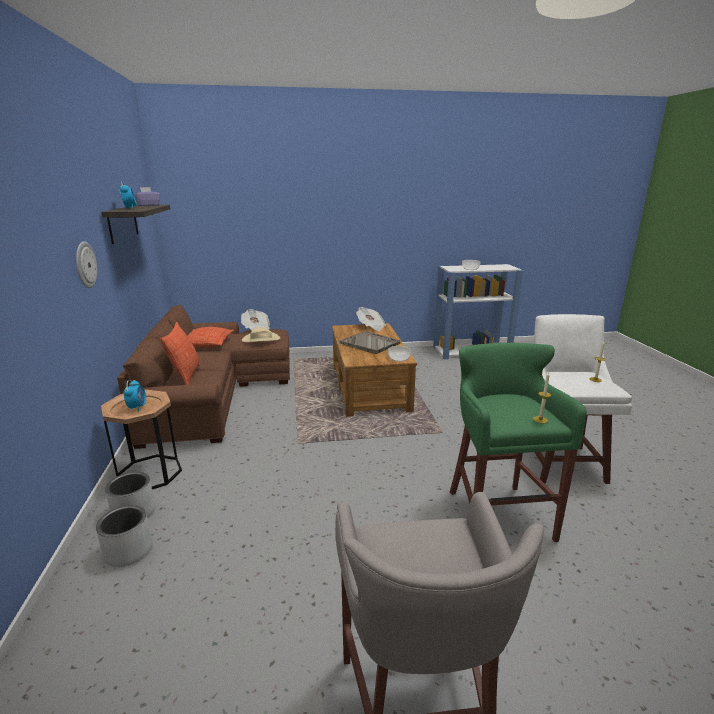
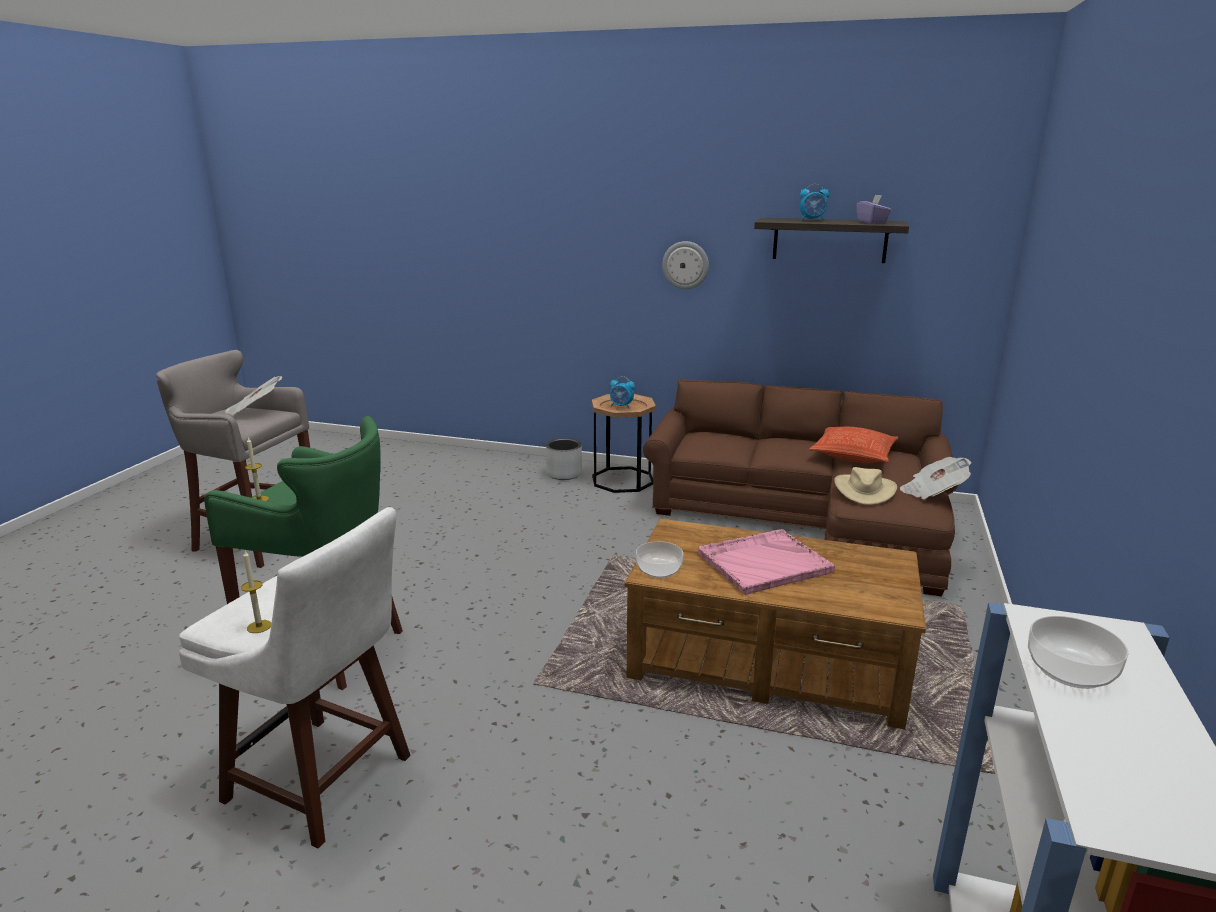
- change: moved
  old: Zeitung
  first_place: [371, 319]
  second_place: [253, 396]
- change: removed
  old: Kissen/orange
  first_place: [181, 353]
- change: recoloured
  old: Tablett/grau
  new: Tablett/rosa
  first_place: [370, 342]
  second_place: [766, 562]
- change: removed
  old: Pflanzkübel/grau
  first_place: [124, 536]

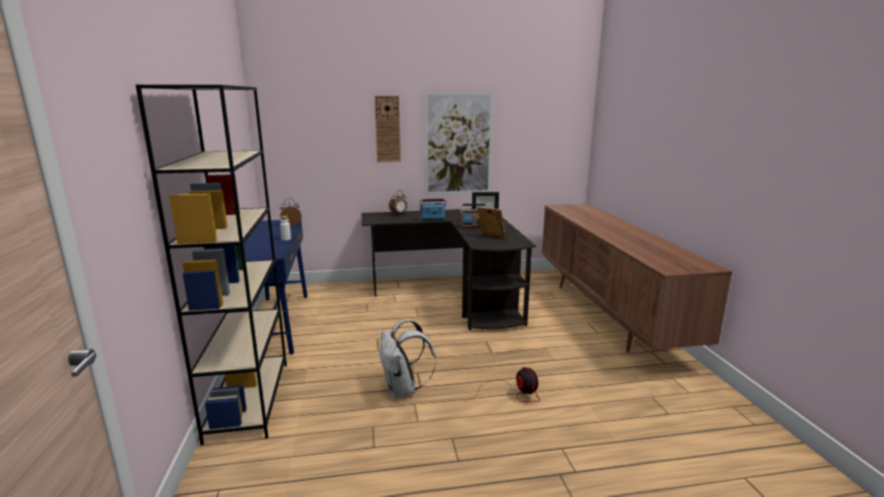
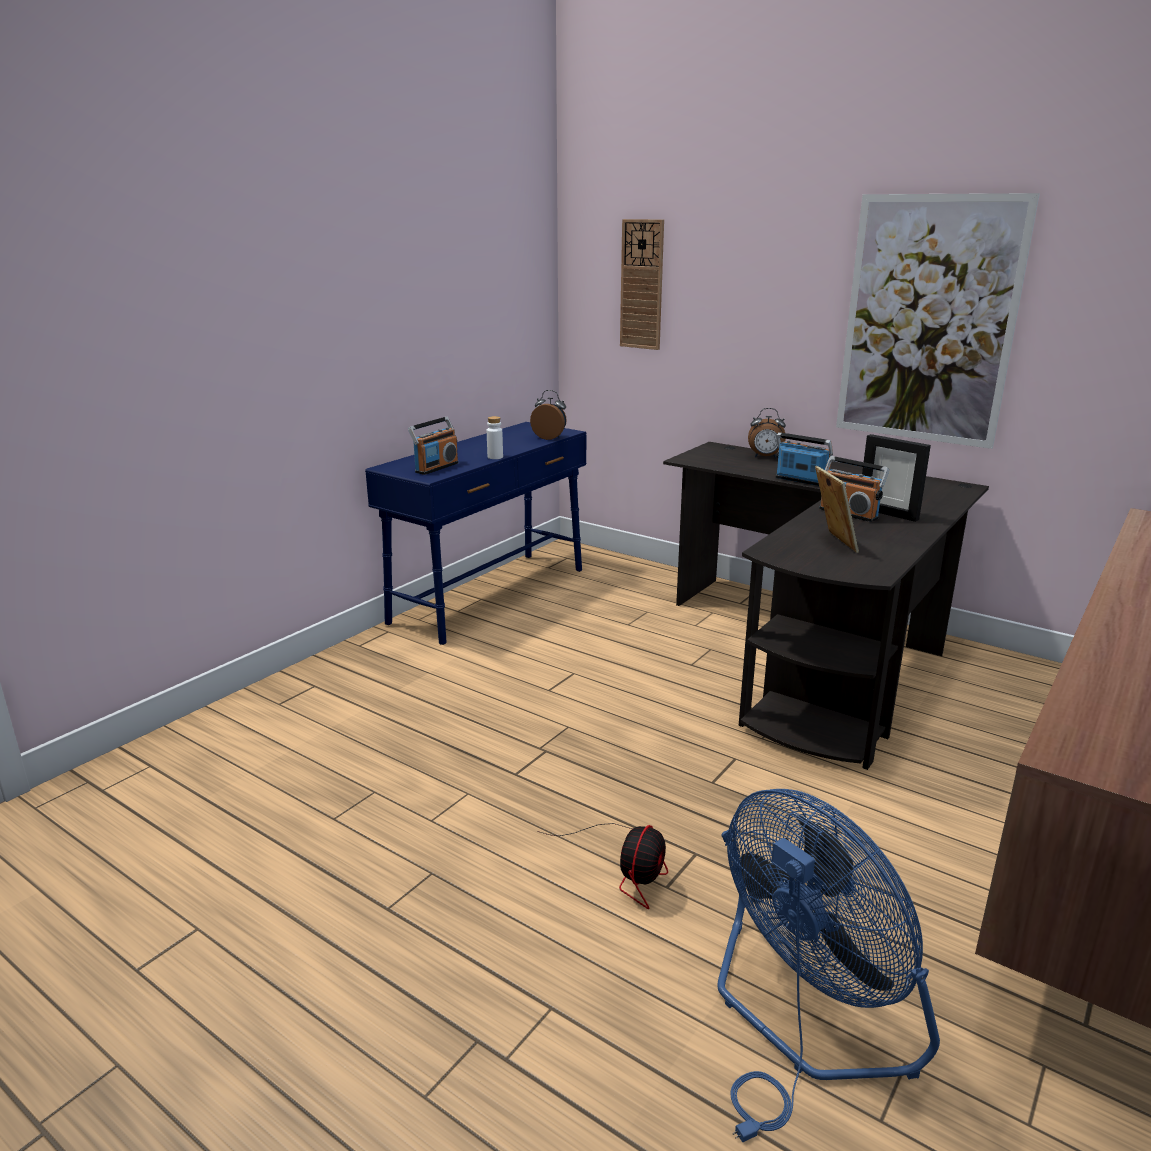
- change: removed
  old: Bücherregal/beige
  first_place: [211, 265]
- change: moved
  old: Wanduhr
  first_place: [388, 129]
  second_place: [642, 284]
- change: removed
  old: Rucksack/weiß
  first_place: [407, 358]
- change: added
  new: Radio
  second_place: [433, 446]
- change: added
  new: Ventilator/blau
  second_place: [828, 965]

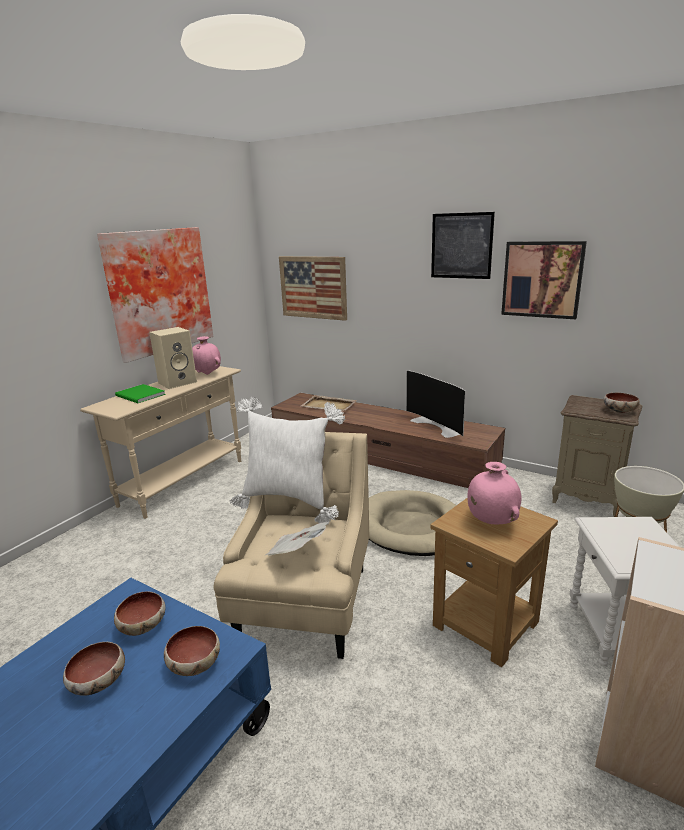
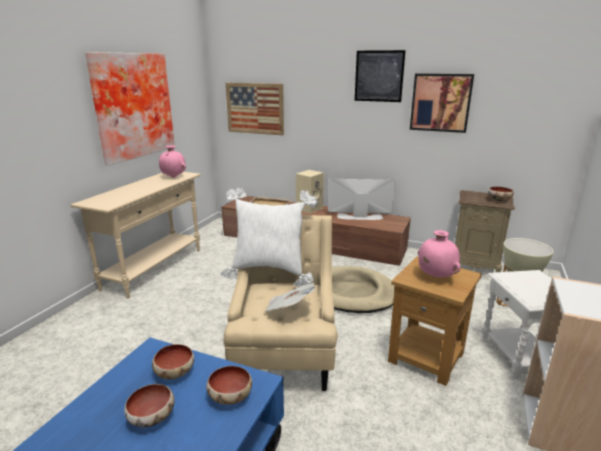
- change: moved
  old: Lautsprecher/beige
  first_place: [173, 358]
  second_place: [310, 191]
- change: turned
  old: Fernseher
  first_place: [436, 404]
  second_place: [361, 199]
  degrees: 135
- change: removed
  old: Buch/grün
  first_place: [140, 393]

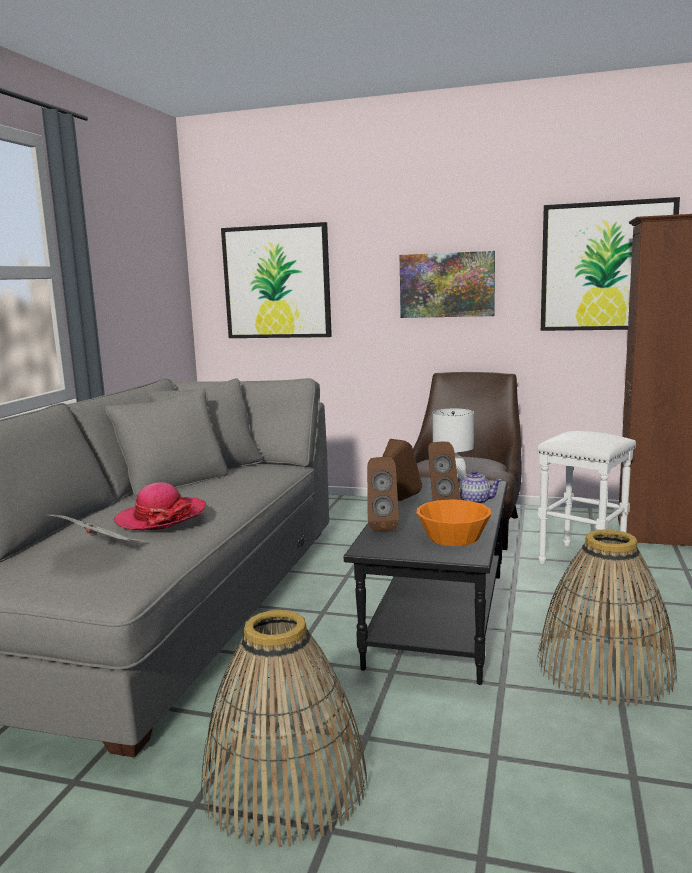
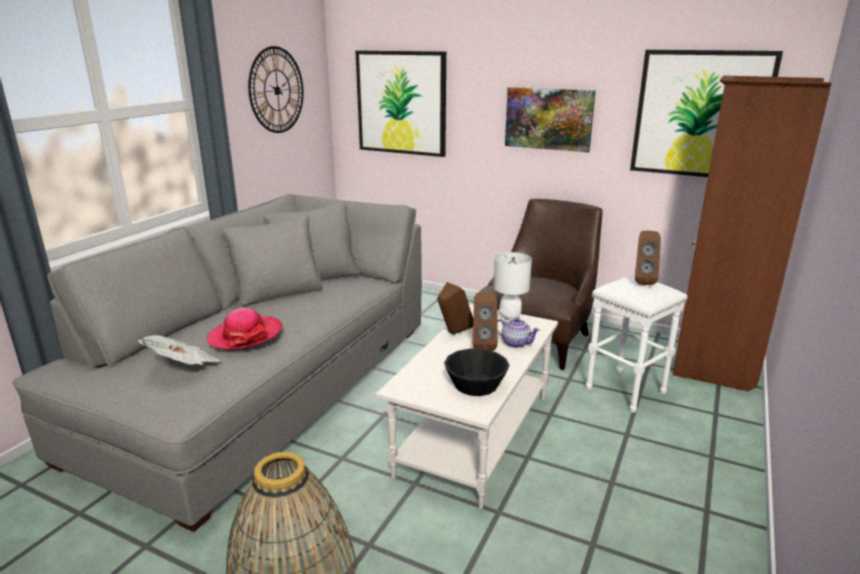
- change: moved
  old: Lautsprecher/braun
  first_place: [383, 494]
  second_place: [648, 258]
- change: recoloured
  old: Couchtisch/schwarz
  new: Couchtisch/weiß
  first_place: [426, 581]
  second_place: [467, 406]
- change: recoloured
  old: Schüssel/orange
  new: Schüssel/schwarz
  first_place: [454, 522]
  second_place: [477, 372]
- change: removed
  old: Korb
  first_place: [607, 617]
- change: added
  new: Wanduhr
  second_place: [276, 89]

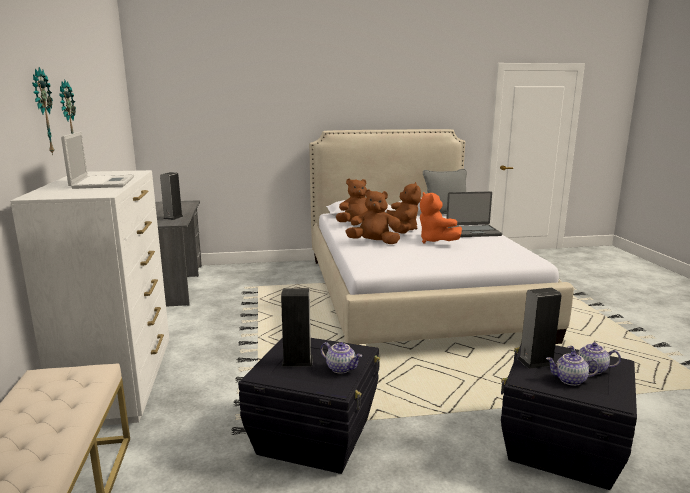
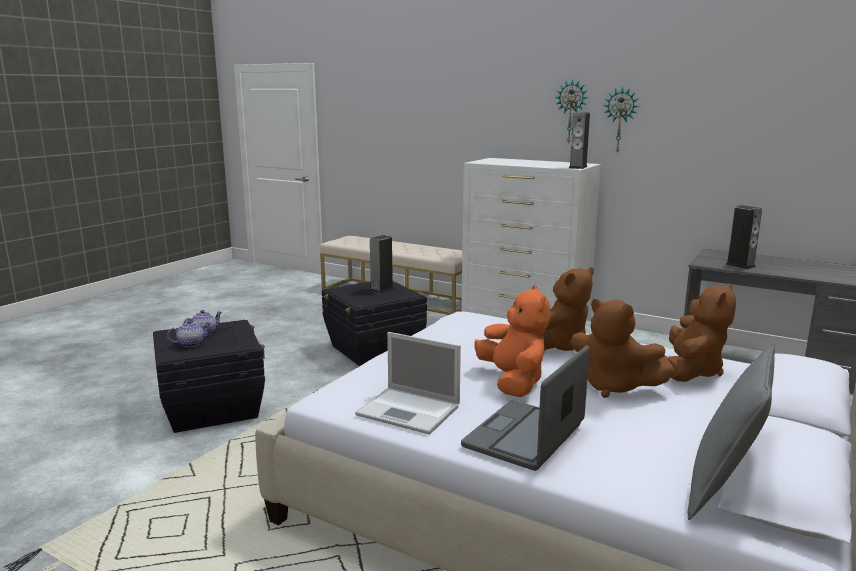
- change: moved
  old: Laptop
  first_place: [97, 160]
  second_place: [408, 383]
- change: turned
  old: Plüschtier/orange
  first_place: [441, 217]
  second_place: [512, 341]
  degrees: 60
- change: moved
  old: Lautsprecher
  first_place: [539, 328]
  second_place: [579, 140]
- change: removed
  old: Teekanne
  first_place: [341, 358]

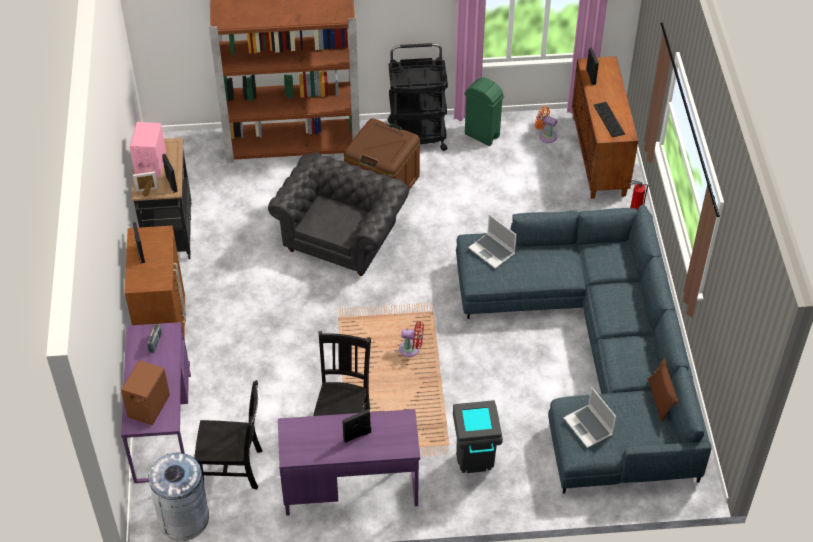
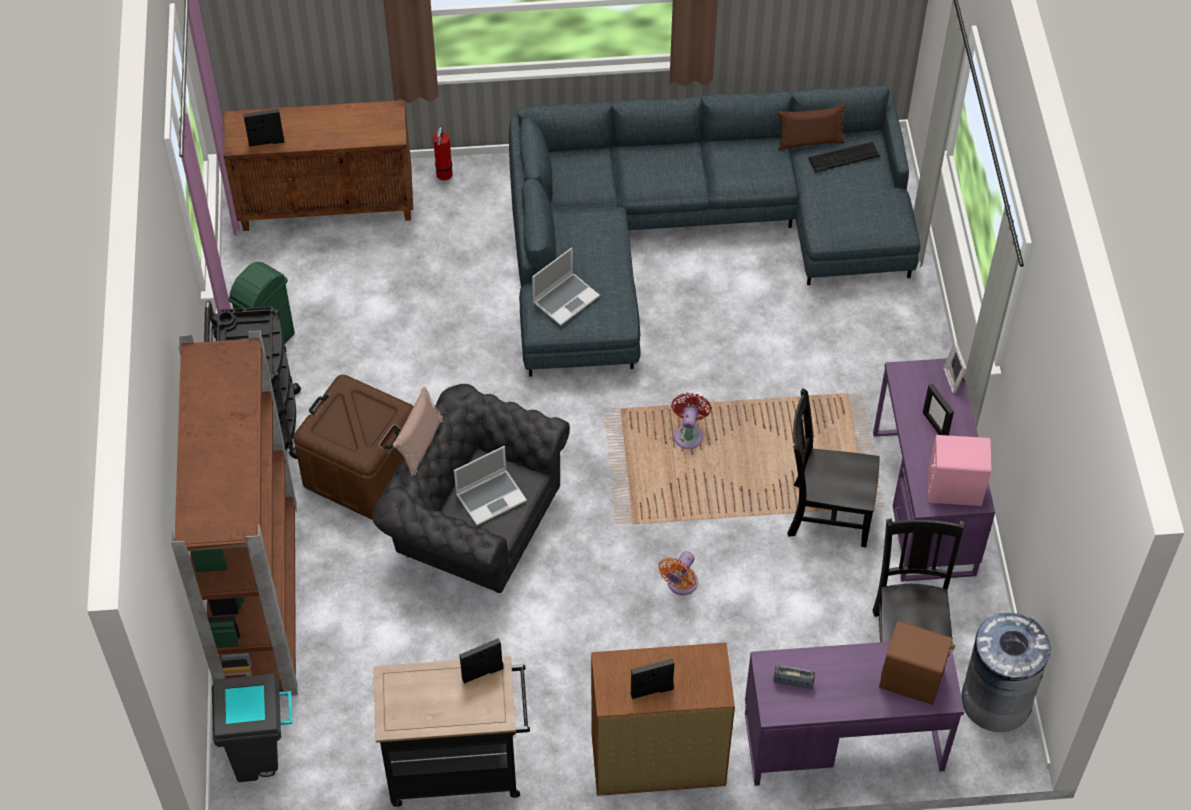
- change: moved
  old: Tastatur
  first_place: [609, 119]
  second_place: [844, 157]
- change: moved
  old: Ventilator/orange
  first_place: [546, 124]
  second_place: [678, 573]
- change: moved
  old: Lautsprecher/rosa
  first_place: [148, 149]
  second_place: [959, 470]
- change: moved
  old: Bilderrahmen
  first_place: [145, 184]
  second_place: [955, 368]
- change: moved
  old: Laptop
  first_place: [590, 417]
  second_place: [490, 486]
- change: moved
  old: Mülleimer/grau
  first_place: [478, 436]
  second_place: [252, 727]
- change: added
  new: Kissen/beige
  second_place: [418, 431]

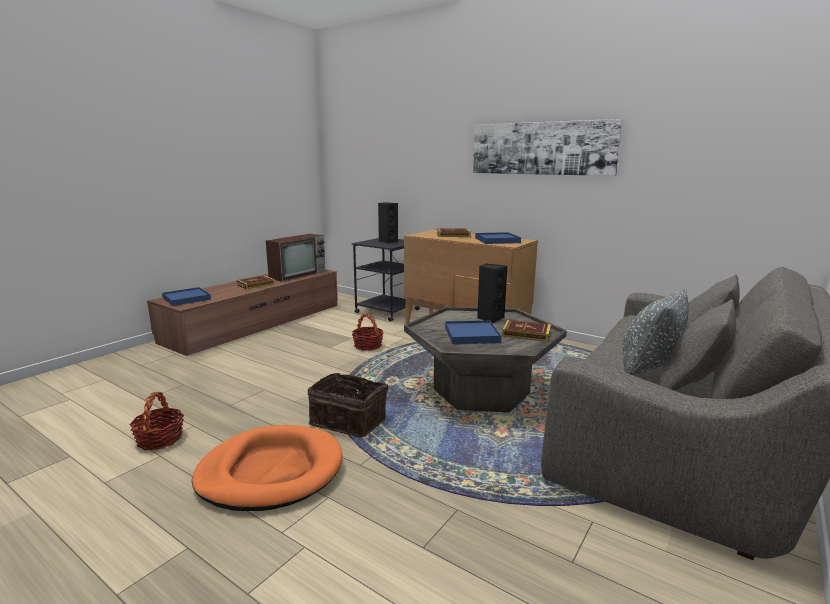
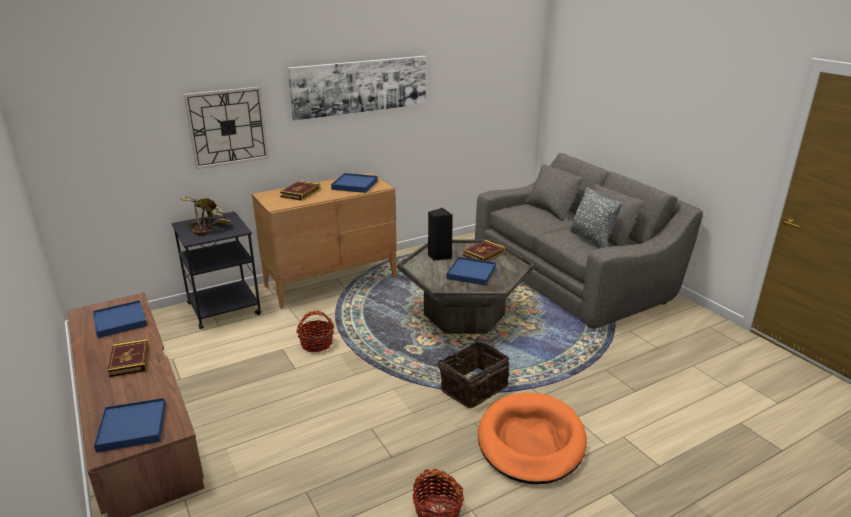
- change: replaced
  old: Lautsprecher/schwarz
  new: Topfpflanze
  first_place: [388, 222]
  second_place: [206, 215]
- change: replaced
  old: Fernseher
  new: Tablett/blau
  first_place: [295, 258]
  second_place: [120, 319]
- change: added
  new: Wanduhr
  second_place: [226, 128]

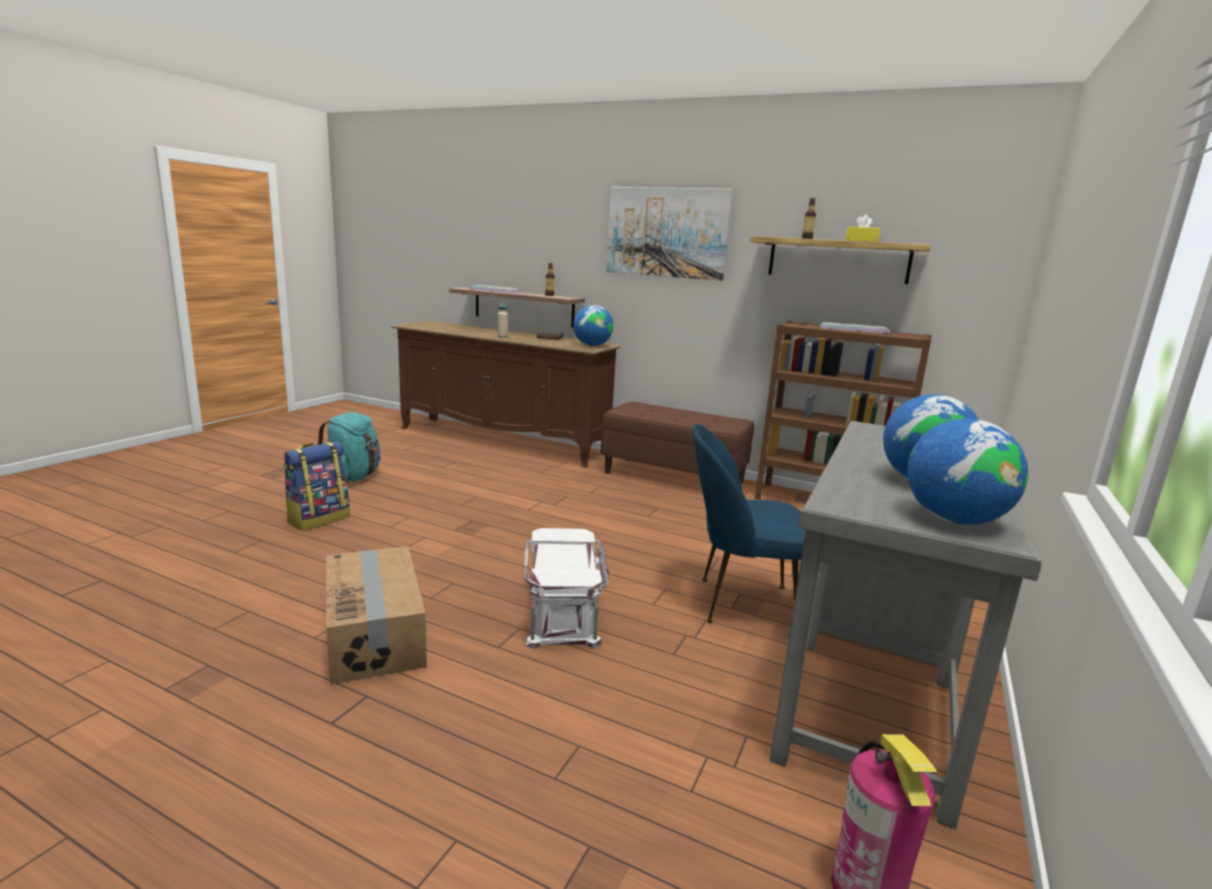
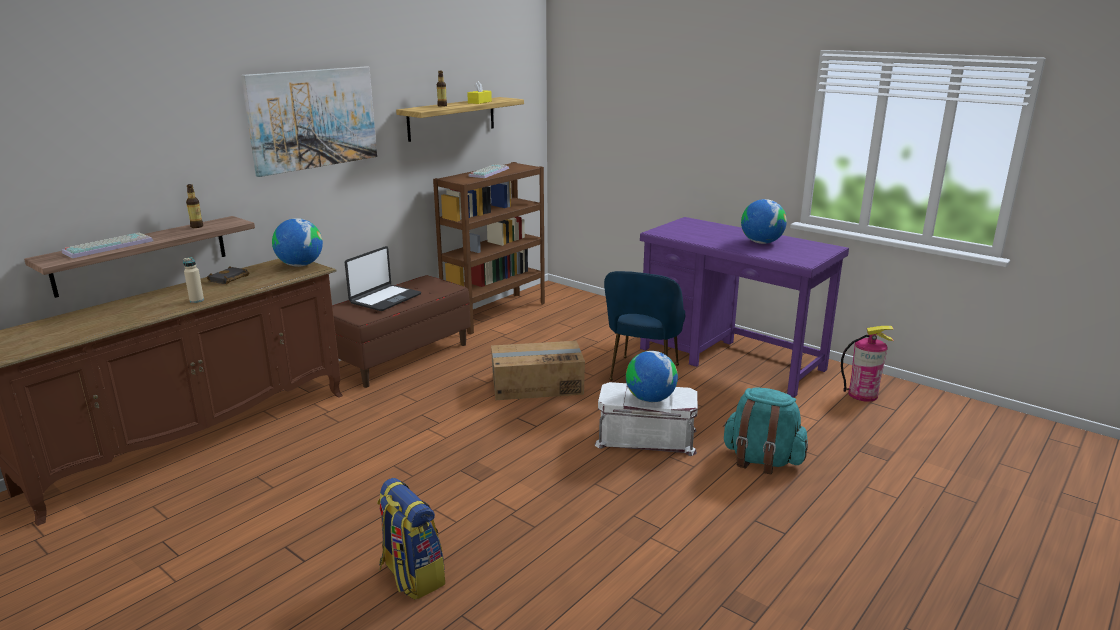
- change: moved
  old: Rucksack/türkis
  first_place: [348, 447]
  second_place: [765, 431]
- change: moved
  old: Globus
  first_place: [967, 472]
  second_place: [652, 377]
- change: recoloured
  old: Schreibtisch/grau
  new: Schreibtisch/lila
  first_place: [906, 625]
  second_place: [744, 307]
- change: moved
  old: Karton
  first_place: [376, 615]
  second_place: [538, 370]
- change: added
  new: Laptop
  second_place: [383, 278]

